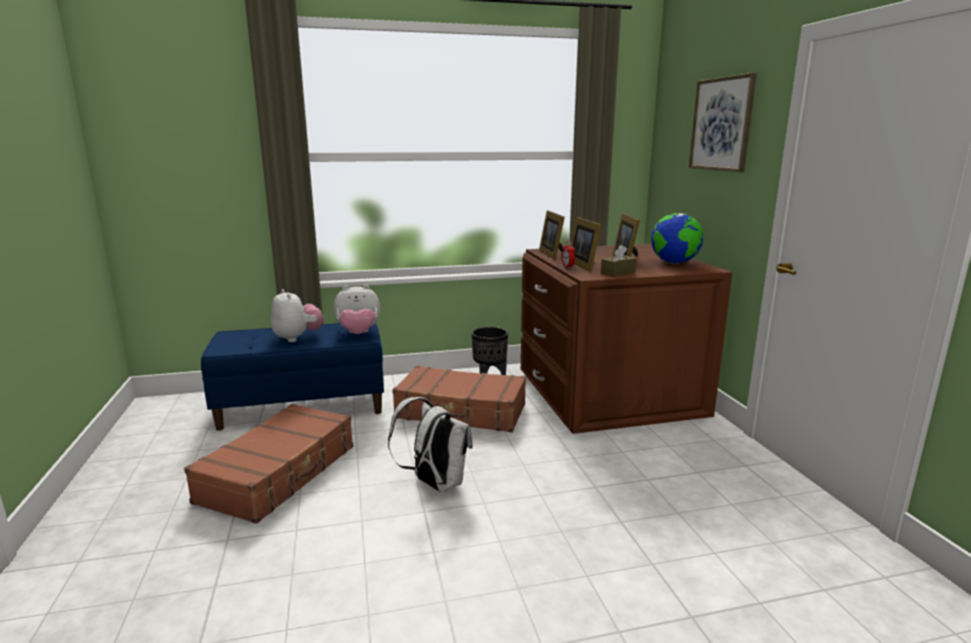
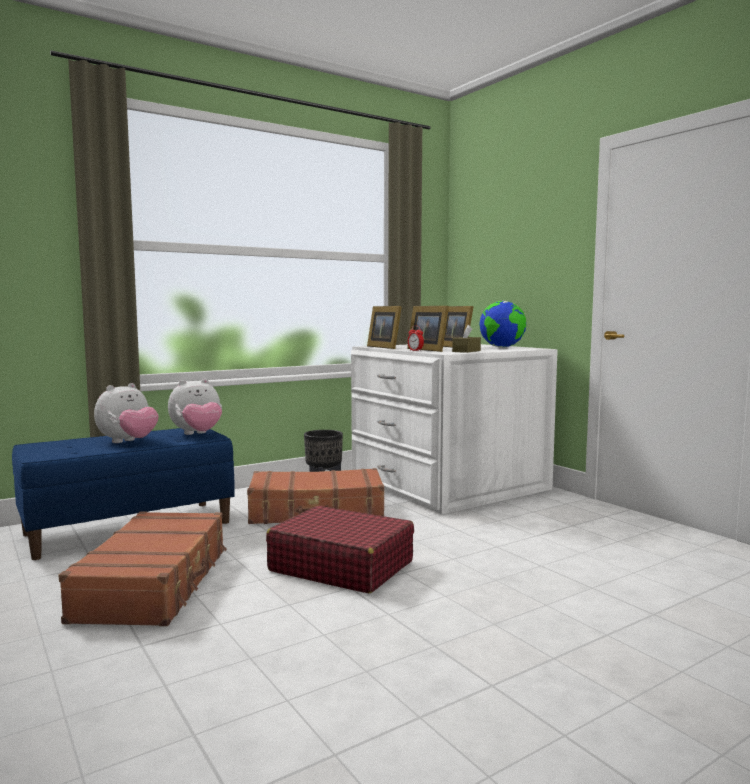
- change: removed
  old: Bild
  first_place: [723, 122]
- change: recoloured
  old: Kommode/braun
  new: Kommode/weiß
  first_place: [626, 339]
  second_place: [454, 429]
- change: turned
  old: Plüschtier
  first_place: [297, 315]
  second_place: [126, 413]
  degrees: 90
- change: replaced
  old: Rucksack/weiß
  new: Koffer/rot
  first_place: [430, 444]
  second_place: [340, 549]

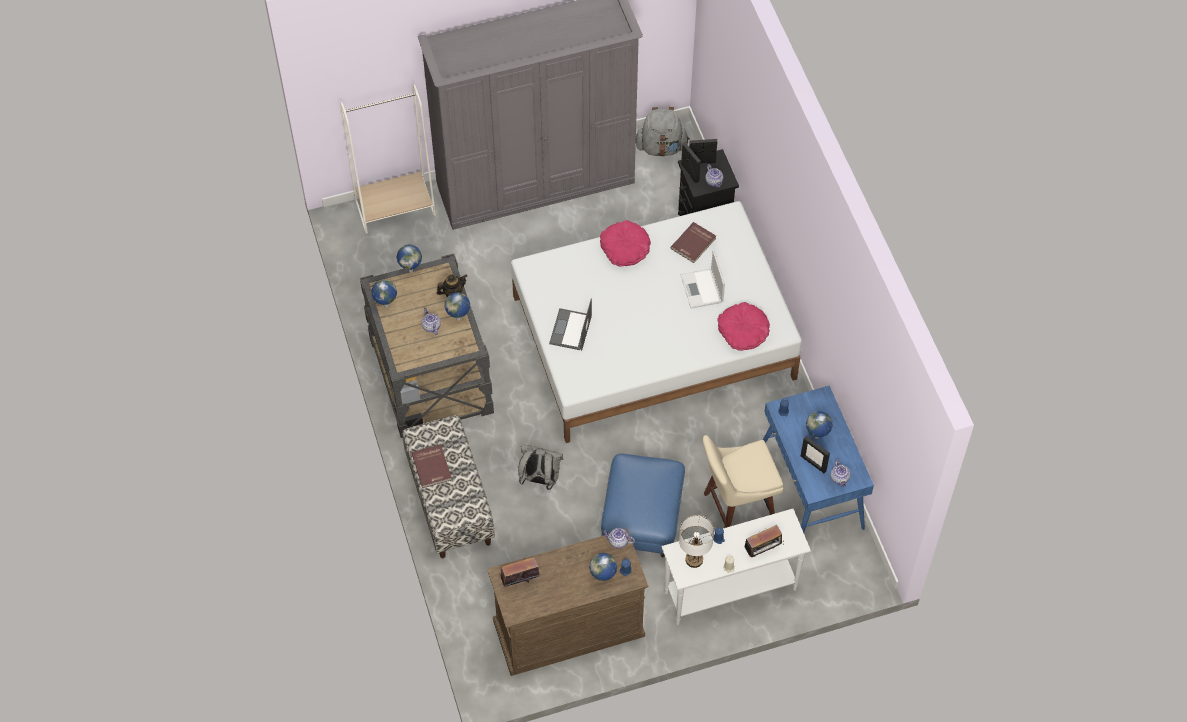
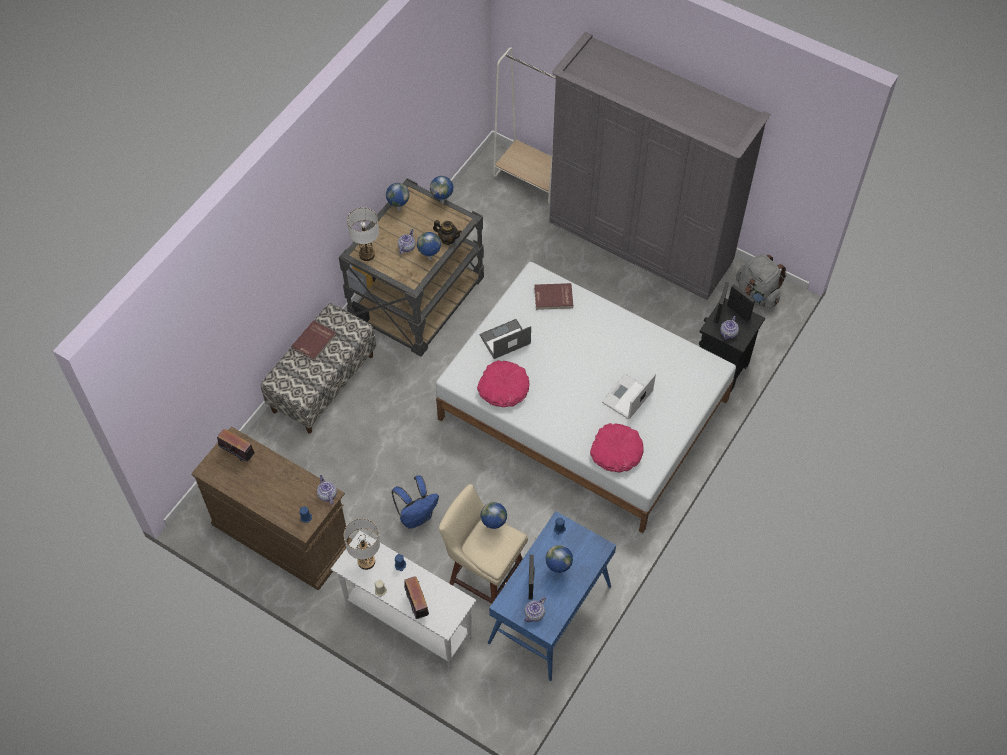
- change: moved
  old: Kissen/rosa
  first_place: [625, 243]
  second_place: [503, 383]
- change: moved
  old: Buch/rot
  first_place: [693, 242]
  second_place: [553, 296]
- change: removed
  old: Rucksack/grau
  first_place: [541, 467]
- change: replaced
  old: Polsterhocker/blau
  new: Rucksack/blau
  first_place: [643, 505]
  second_place: [415, 502]
- change: turned
  old: Radio
  first_place: [764, 541]
  second_place: [416, 597]
  degrees: -135
- change: moved
  old: Globus
  first_place: [603, 567]
  second_place: [494, 515]
- change: added
  new: Tischlampe
  second_place: [363, 234]

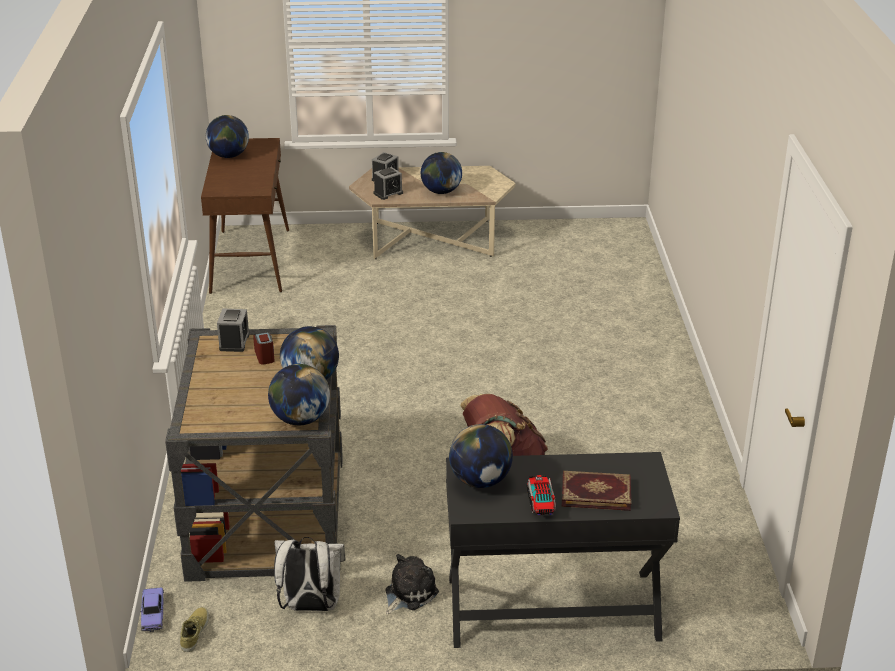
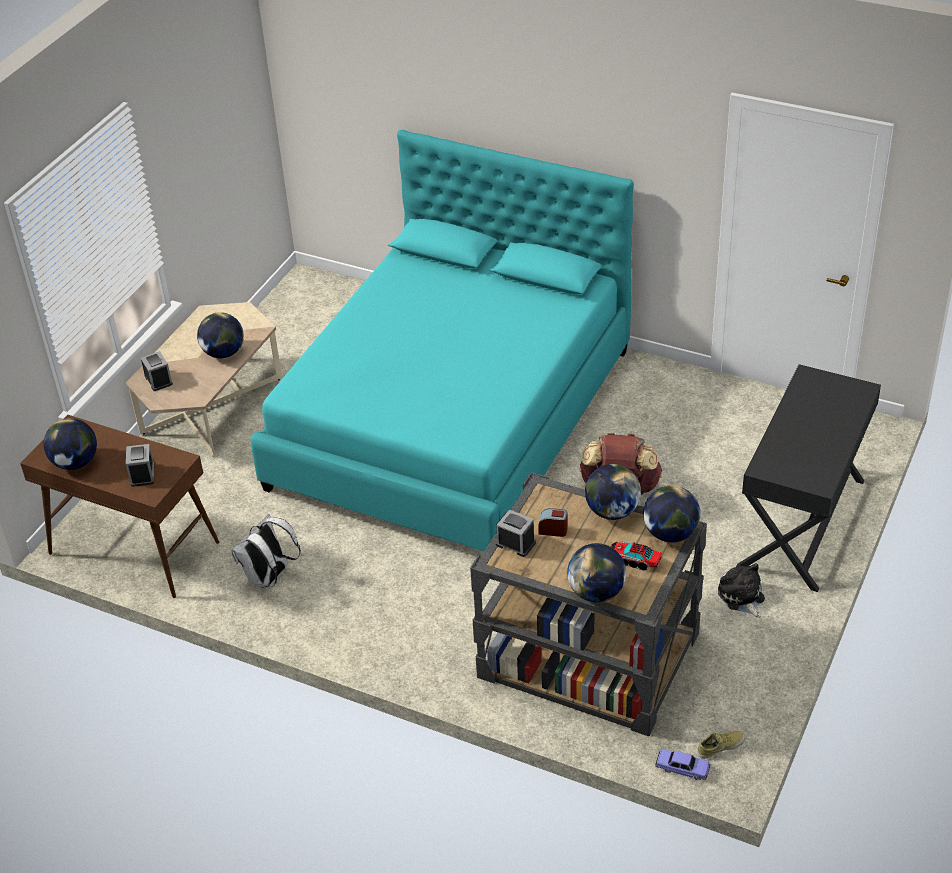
- change: moved
  old: Wecker
  first_place: [388, 183]
  second_place: [140, 465]
- change: moved
  old: Globus
  first_place: [481, 456]
  second_place: [596, 572]
- change: removed
  old: Buch
  first_place: [596, 491]
- change: moved
  old: Spielzeuglaster
  first_place: [541, 495]
  second_place: [636, 556]
- change: moved
  old: Rucksack/weiß
  first_place: [309, 574]
  second_place: [266, 551]
- change: turned
  old: Schuh/beige
  first_place: [194, 629]
  second_place: [721, 745]
  degrees: 120
- change: added
  new: Bett/türkis
  second_place: [441, 340]

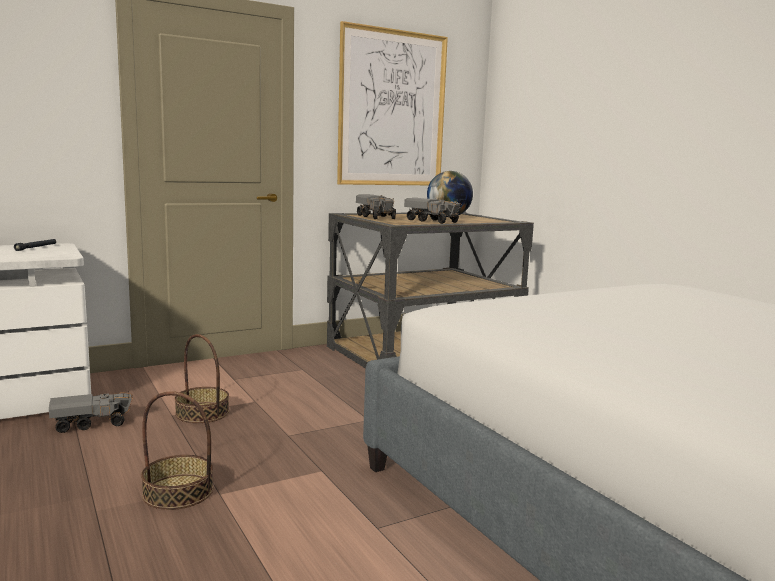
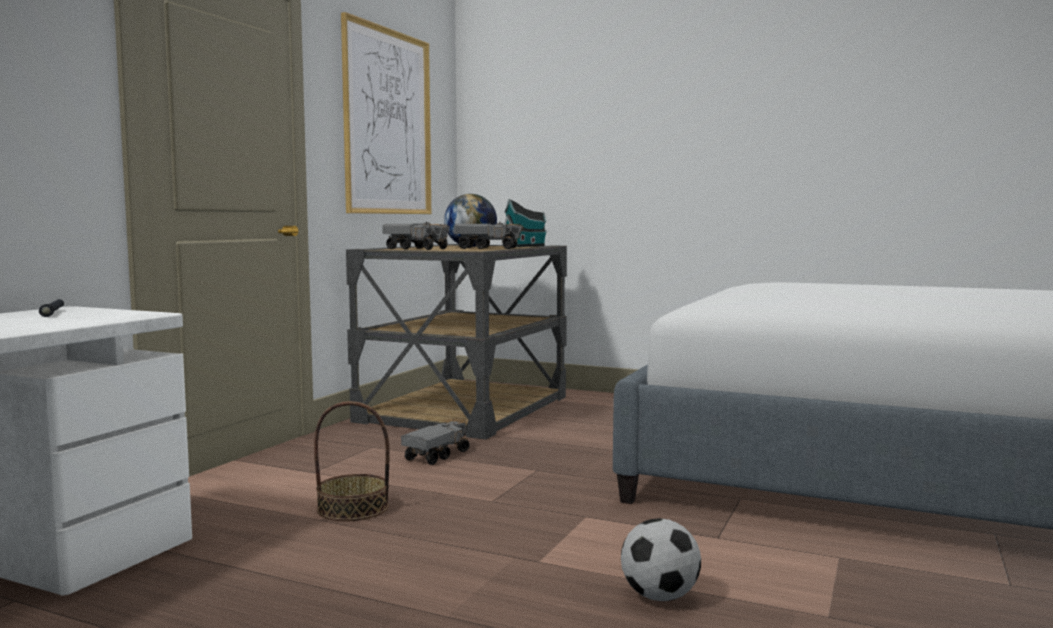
- change: moved
  old: Spielzeuglaster
  first_place: [91, 412]
  second_place: [435, 442]
- change: removed
  old: Korb
  first_place: [177, 450]
- change: added
  new: Spielzeughaus
  second_place: [525, 222]
- change: added
  new: Fußball
  second_place: [661, 559]

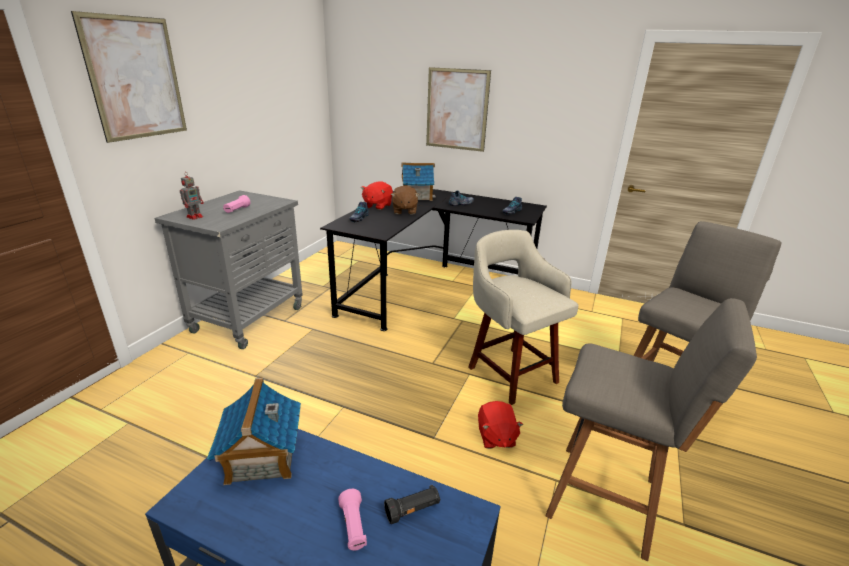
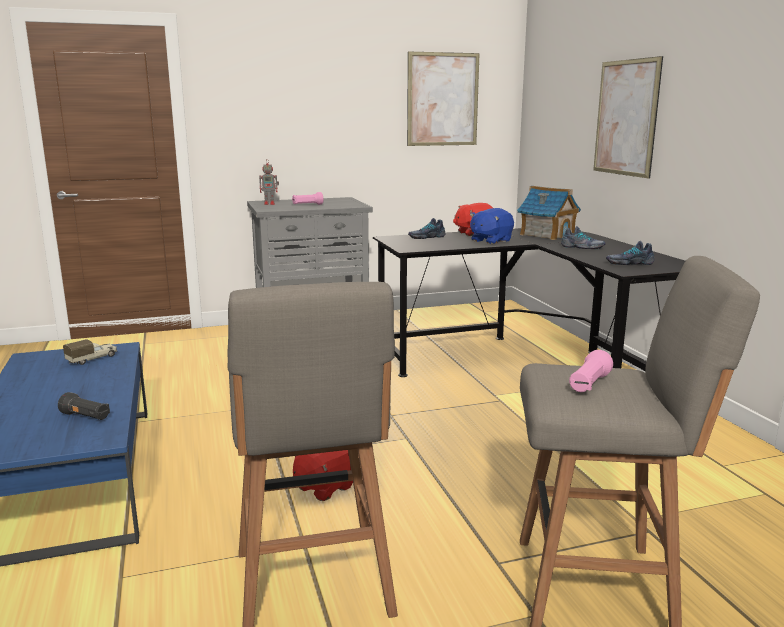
- change: moved
  old: Bild
  first_place: [129, 77]
  second_place: [443, 98]
- change: recoloured
  old: Plüschtier/braun
  new: Plüschtier/blau
  first_place: [405, 200]
  second_place: [492, 226]
- change: removed
  old: Hocker/beige
  first_place: [523, 317]
- change: replaced
  old: Spielzeughaus
  new: Spielzeuglaster
  first_place: [254, 431]
  second_place: [90, 352]
- change: moved
  old: Taschenlampe/rosa
  first_place: [352, 519]
  second_place: [591, 371]

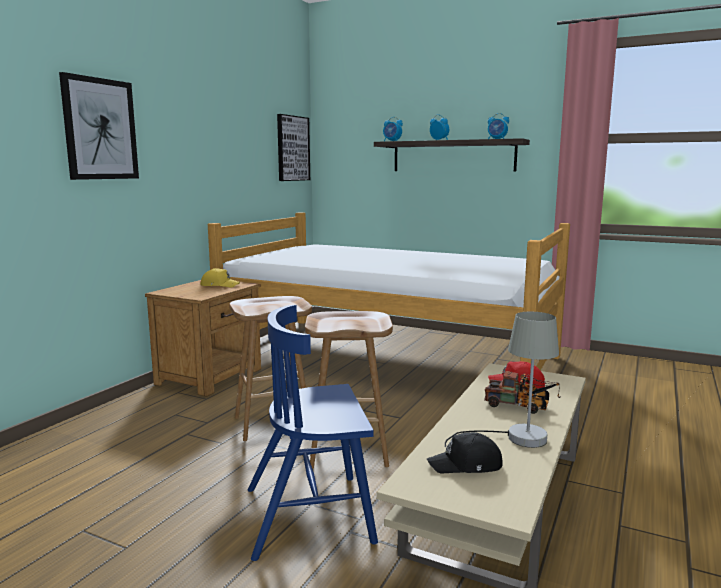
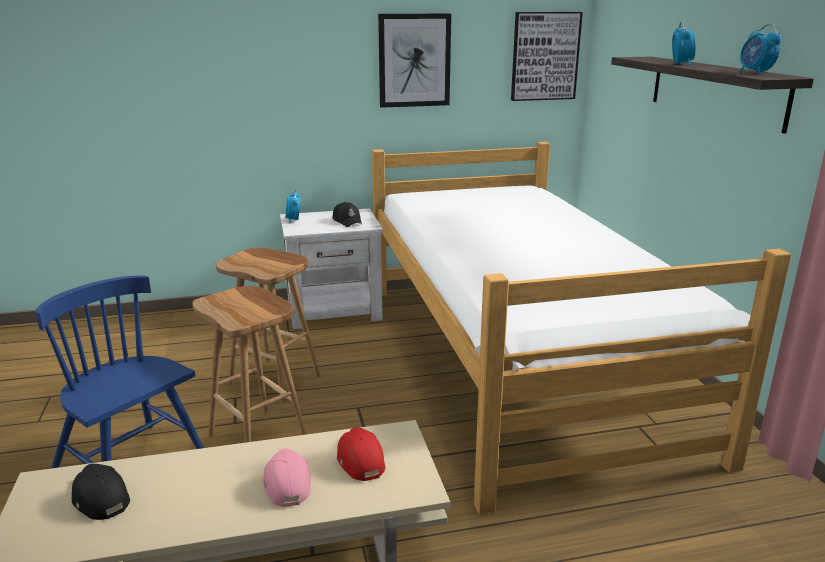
- change: moved
  old: Bild
  first_place: [99, 126]
  second_place: [414, 60]
- change: moved
  old: Wecker
  first_place: [393, 129]
  second_place: [293, 206]
- change: recoloured
  old: Kappe/gelb
  new: Kappe/schwarz
  first_place: [220, 278]
  second_place: [347, 214]
- change: recoloured
  old: Nachttisch/braun
  new: Nachttisch/weiß
  first_place: [203, 338]
  second_place: [331, 269]
- change: removed
  old: Tischlampe/grau
  first_place: [502, 380]
- change: replaced
  old: Spielzeuglaster
  new: Kappe/rosa
  first_place: [522, 392]
  second_place: [287, 477]

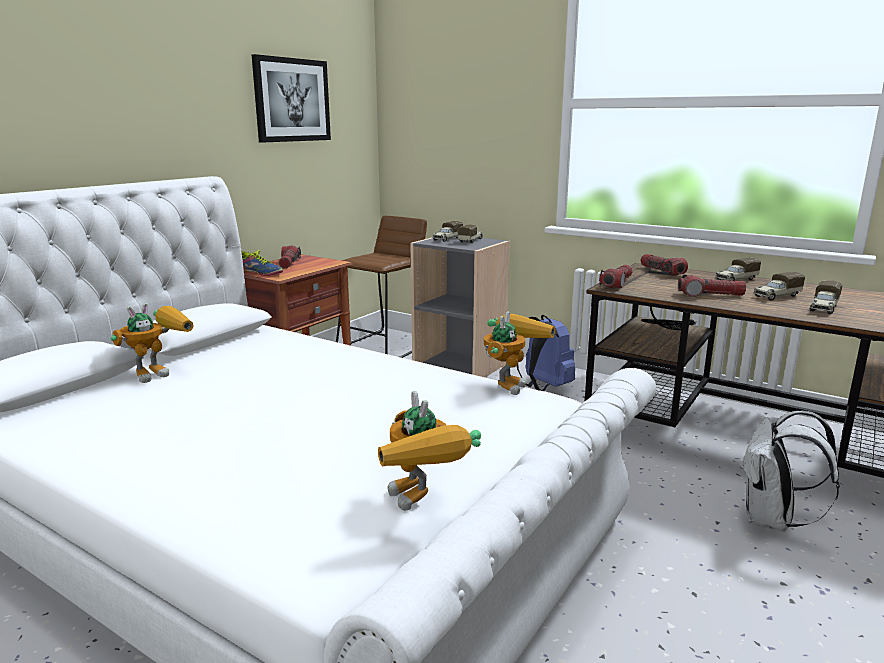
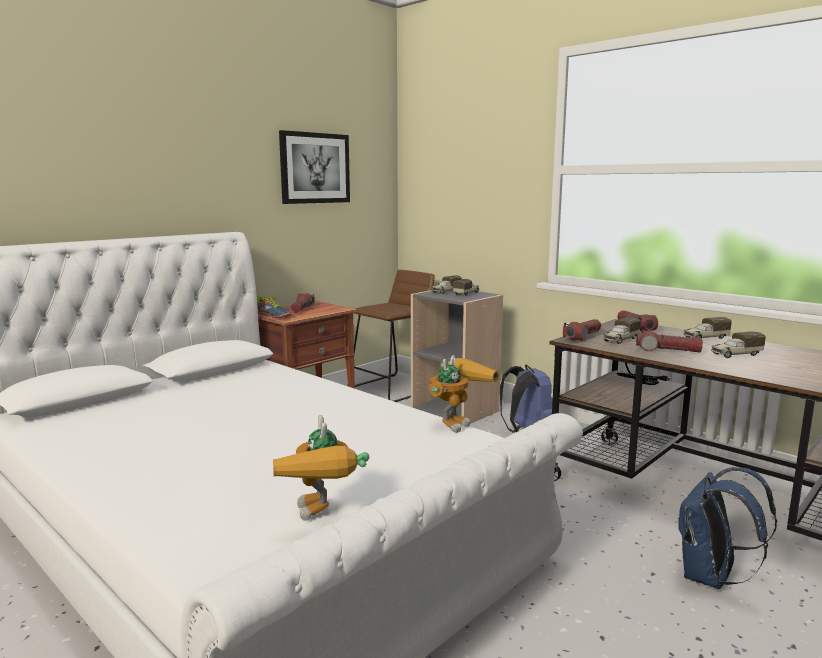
- change: moved
  old: Spielzeuglaster
  first_place: [826, 297]
  second_place: [622, 330]
- change: removed
  old: Spielzeugroboter
  first_place: [152, 343]
- change: recoloured
  old: Rucksack/weiß
  new: Rucksack/blau
  first_place: [790, 471]
  second_place: [727, 528]

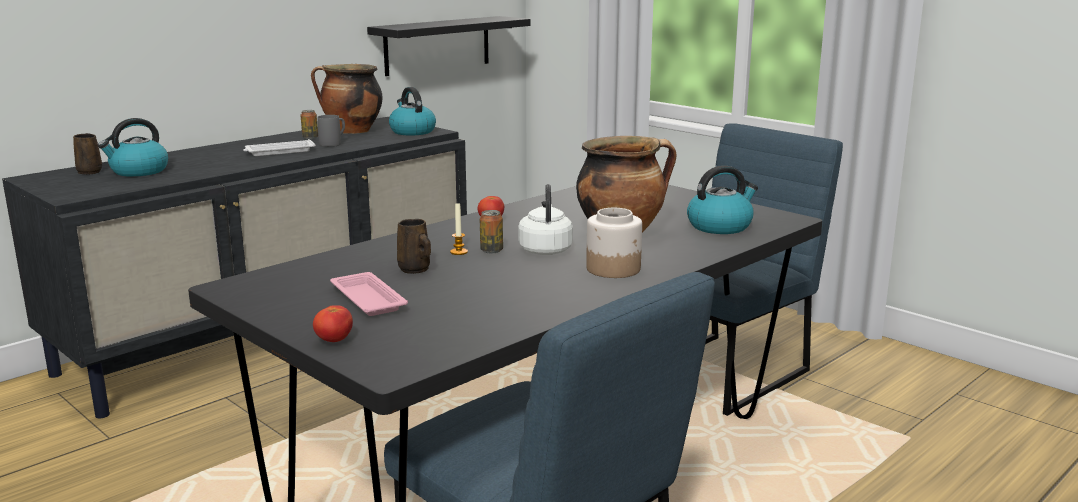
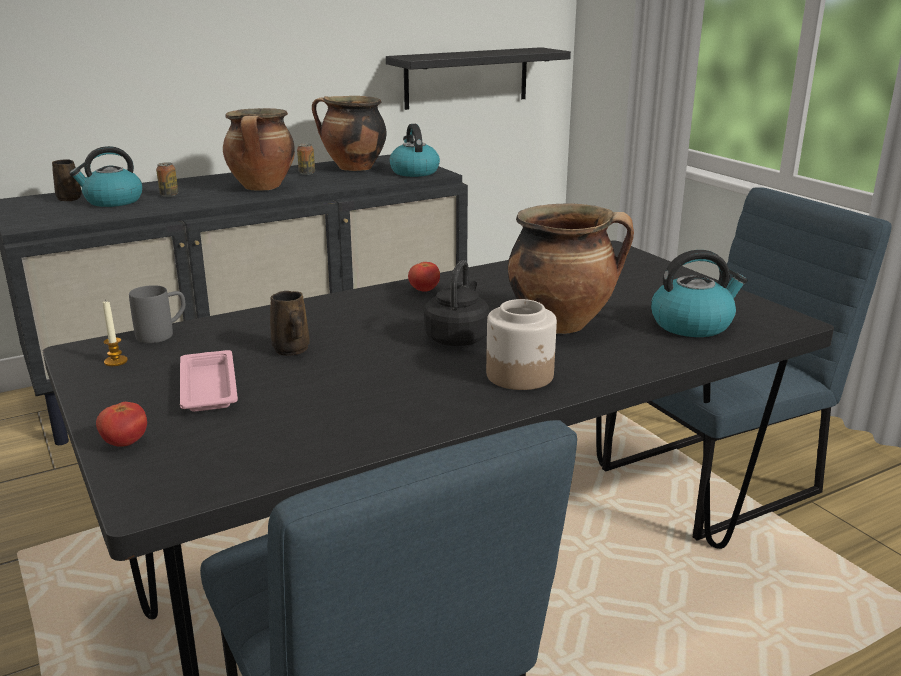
- change: moved
  old: Henkelbecher/grau
  first_place: [331, 131]
  second_place: [157, 314]
- change: replaced
  old: Tablett/weiß
  new: Kochtopf
  first_place: [279, 147]
  second_place: [259, 149]
- change: recoloured
  old: Wasserkessel/weiß
  new: Wasserkessel/schwarz
  first_place: [545, 219]
  second_place: [457, 303]
- change: moved
  old: Kerze
  first_place: [459, 228]
  second_place: [115, 333]
- change: moved
  old: Dose
  first_place: [491, 231]
  second_place: [167, 179]

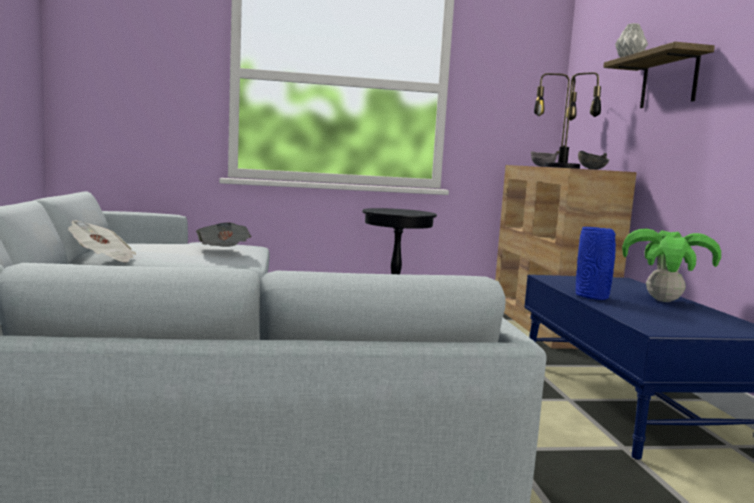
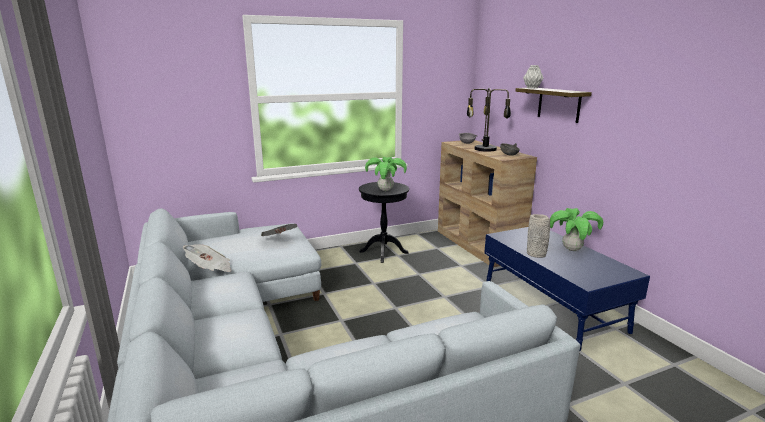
- change: recoloured
  old: Vase/blau
  new: Vase/grau
  first_place: [595, 263]
  second_place: [538, 236]
- change: added
  new: Topfpflanze
  second_place: [386, 174]

